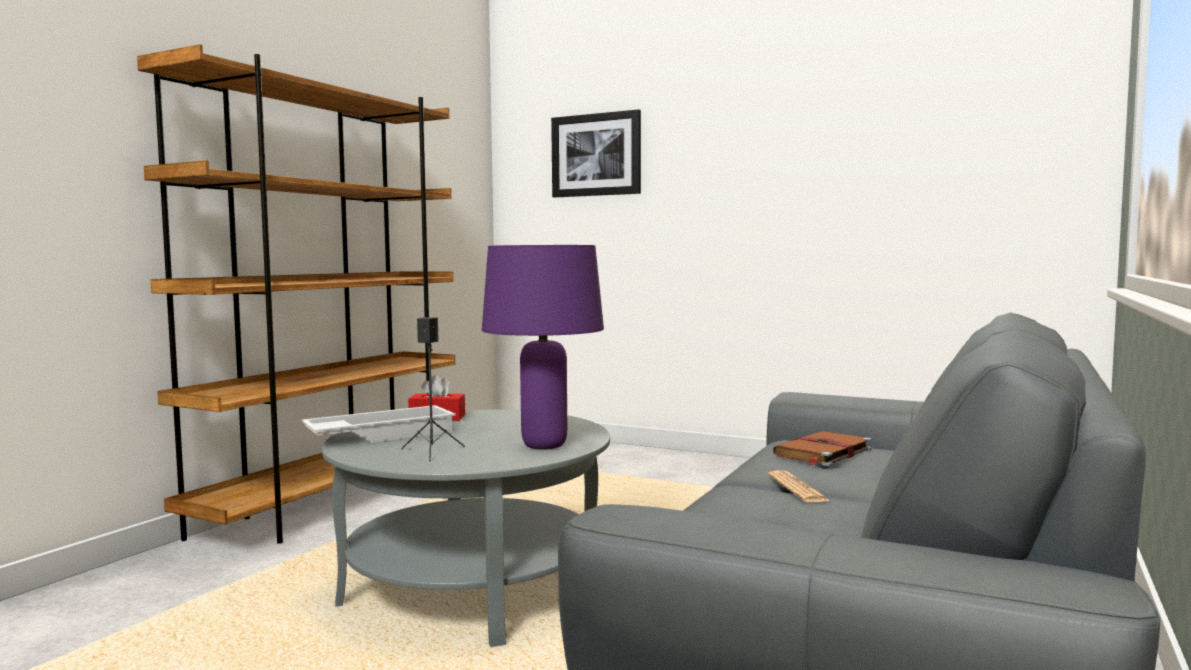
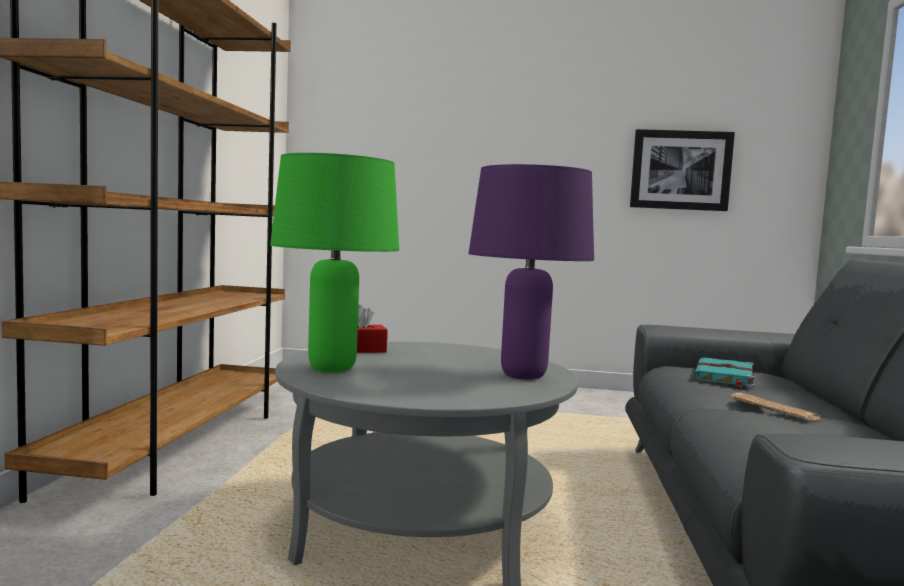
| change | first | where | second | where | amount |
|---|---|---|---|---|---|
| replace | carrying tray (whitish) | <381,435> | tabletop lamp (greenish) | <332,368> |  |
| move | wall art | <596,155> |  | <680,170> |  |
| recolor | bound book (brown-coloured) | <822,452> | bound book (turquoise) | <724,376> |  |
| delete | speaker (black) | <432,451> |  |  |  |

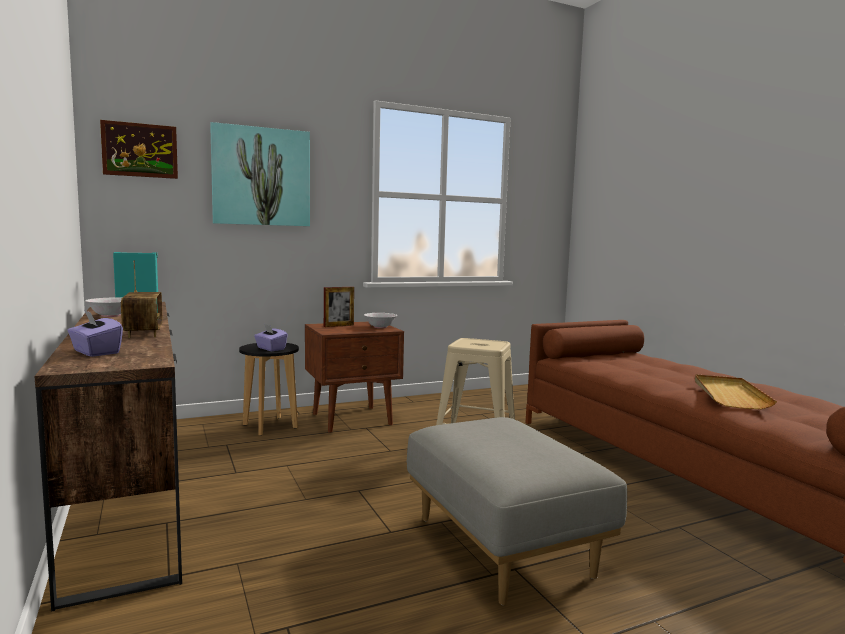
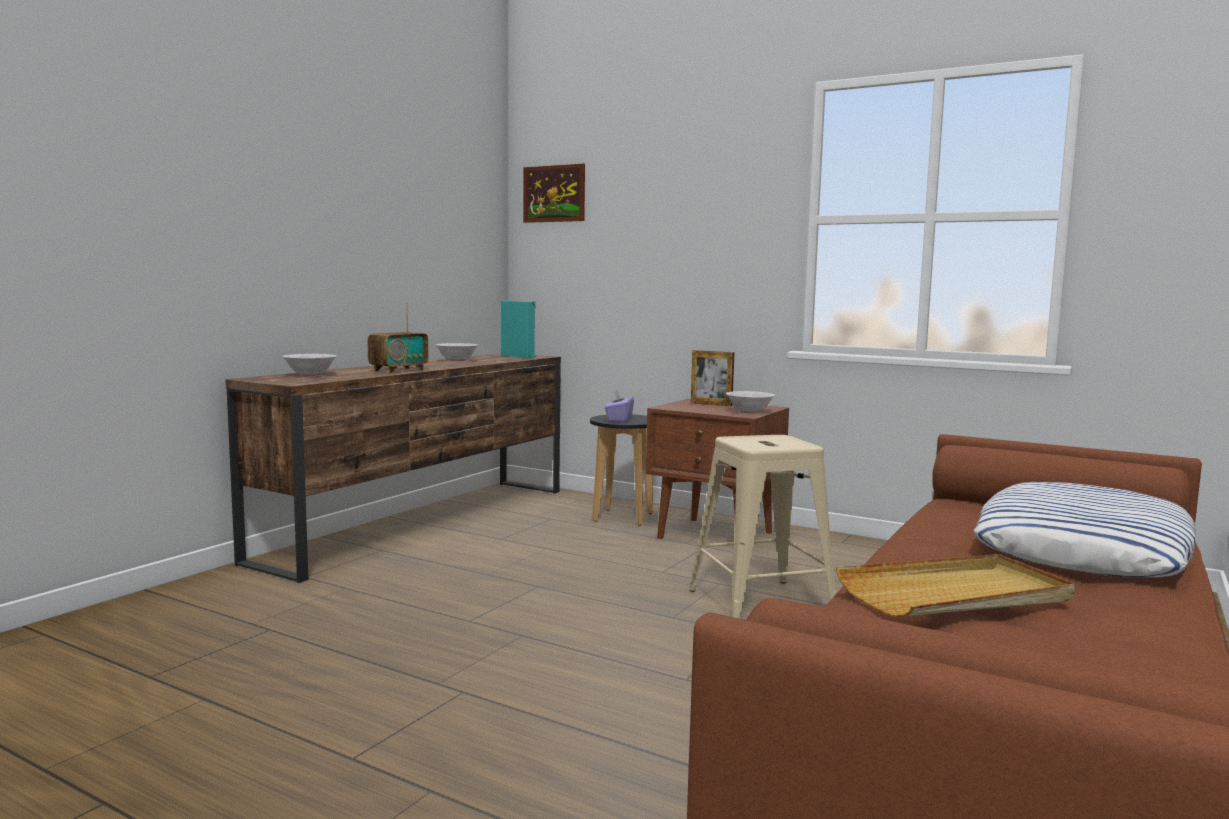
| change | first | where | second | where | amount |
|---|---|---|---|---|---|
| replace | tissue holder (purple) | <95,352> | bowl (whitish) | <310,375> |  |
| insert |  |  | throw pillow | <1083,547> |  |
| delete | wall art | <261,177> |  |  |  |
| delete | ottoman (grey) | <504,546> |  |  |  |

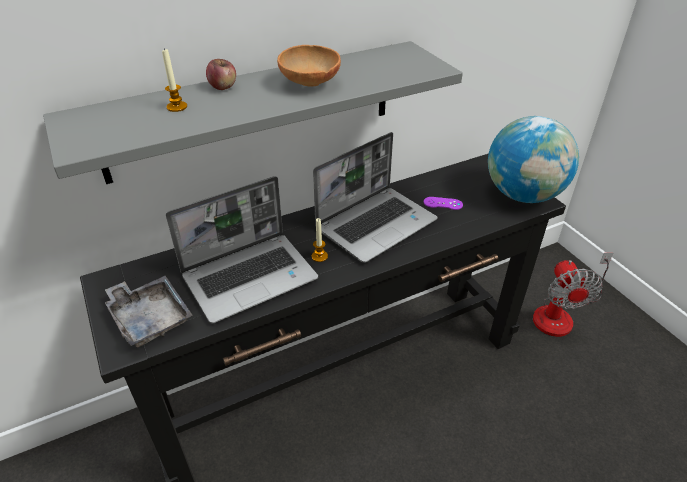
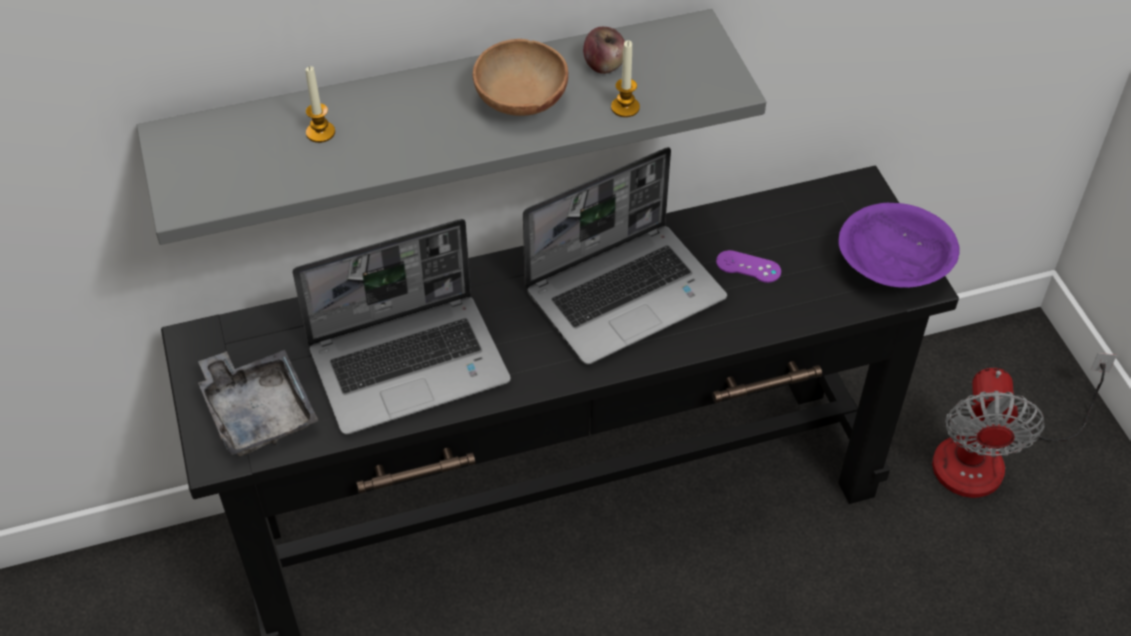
| change | first | where | second | where | amount |
|---|---|---|---|---|---|
| move | whole apple | <223,87> |  | <604,65> |  |
| move | candle | <319,256> |  | <625,107> |  |
| replace | desk globe | <523,195> | bowl (purple) | <893,267> |  |

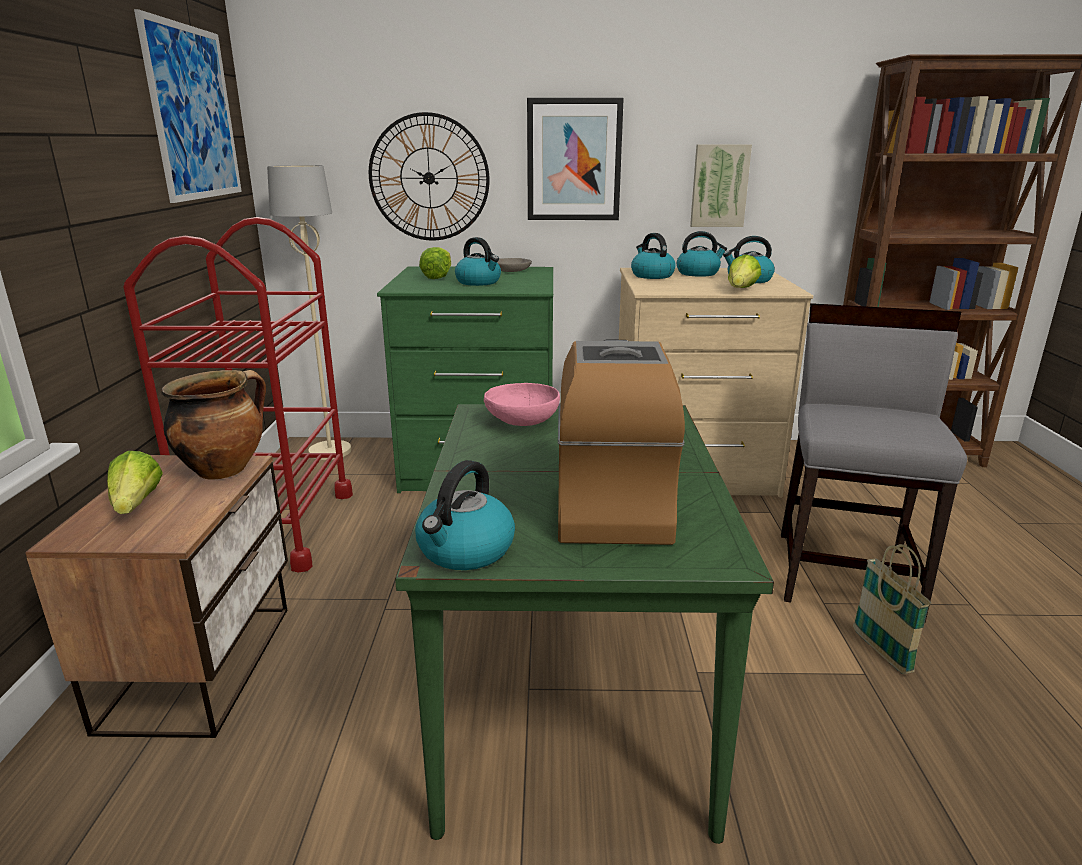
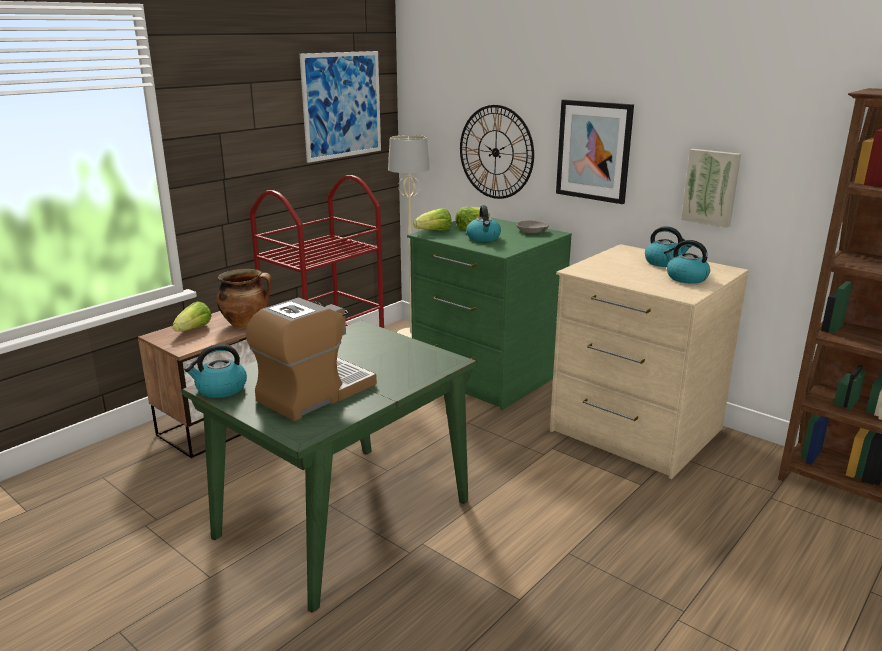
| change | first | where | second | where | amount |
|---|---|---|---|---|---|
| move | lettuce head | <741,290> |  | <434,231> |  |
| delete | bowl (pinkish) | <522,423> |  |  |  |
| delete | kettle | <651,275> |  |  |  |
| delete | upright chair (grey) | <847,573> |  |  |  |
| delete | household basket | <881,651> |  |  |  |

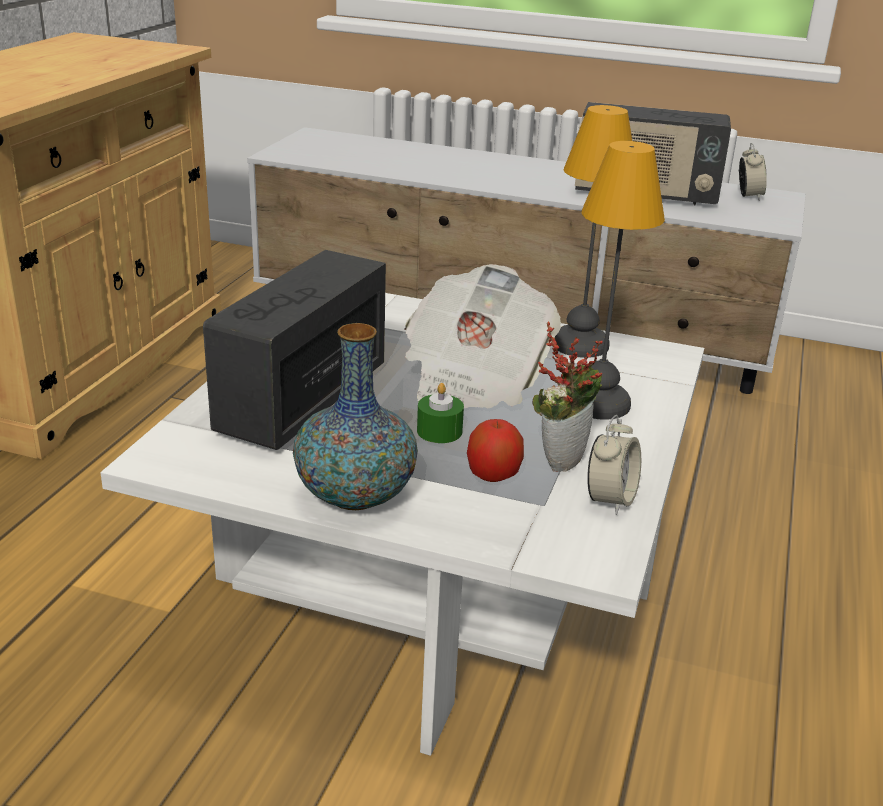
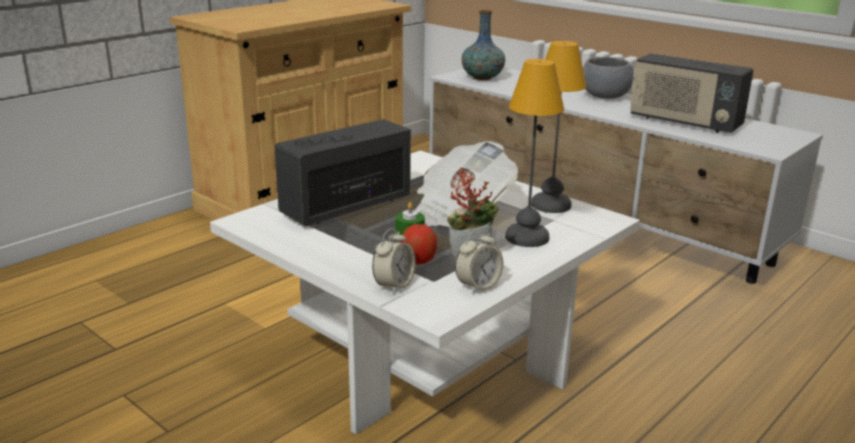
| change | first | where | second | where | amount |
|---|---|---|---|---|---|
| move | bedside clock | <748,196> |  | <394,285> |  |
| move | vase | <355,495> |  | <482,78> |  |
| insert |  |  | bowl (grey) | <605,96> |  |

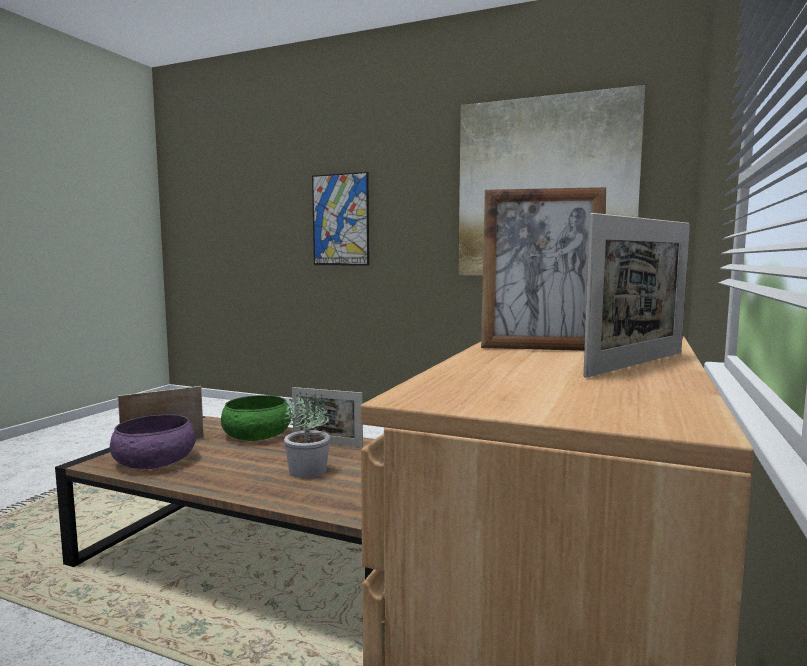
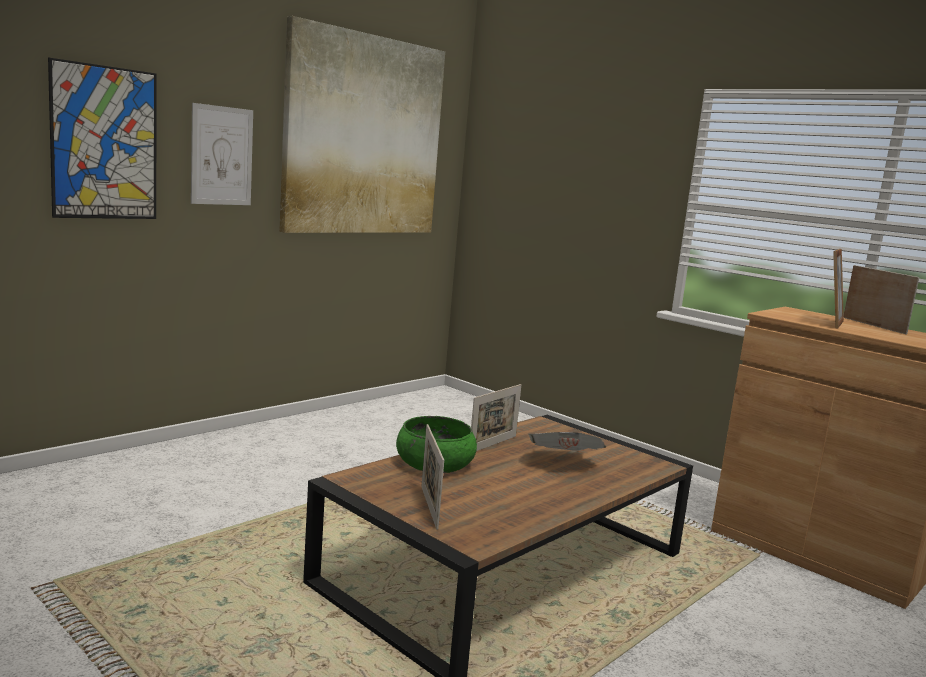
| change | first | where | second | where | amount |
|---|---|---|---|---|---|
| insert |  |  | wall art | <222,156> |  |
| replace | houseplant | <308,470> | newspaper | <564,462> |  |
| delete | bowl (purple) | <155,460> |  |  |  |

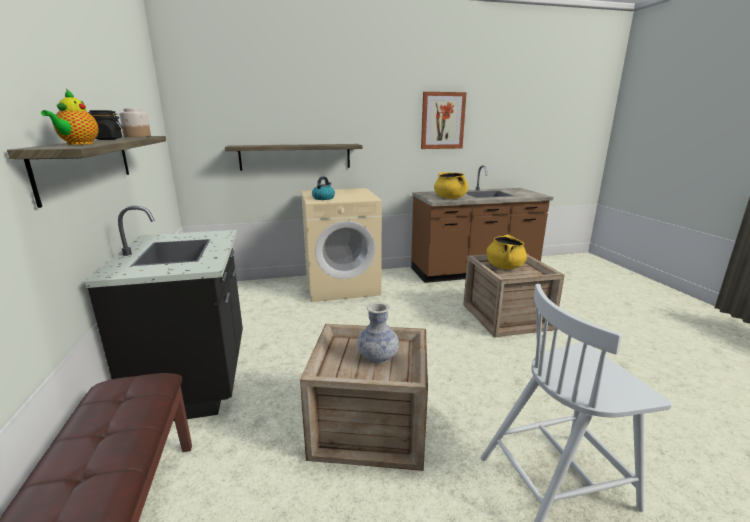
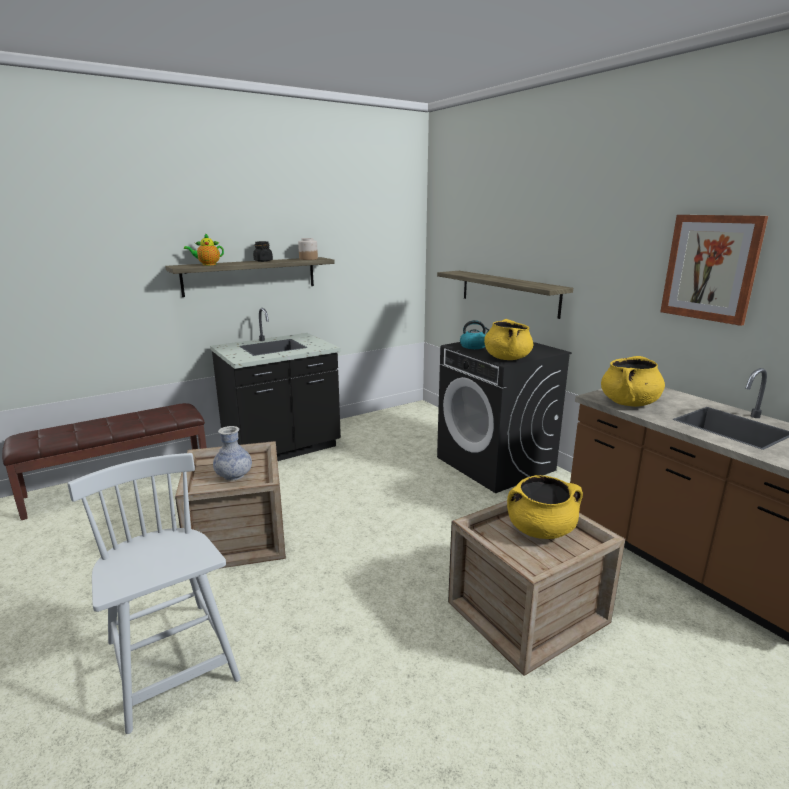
| change | first | where | second | where | amount |
|---|---|---|---|---|---|
| recolor | washing machine (beige) | <342,285> | washing machine (black) | <496,464> |  |
| insert |  |  | saucepot (yellowish) | <507,358> |  |

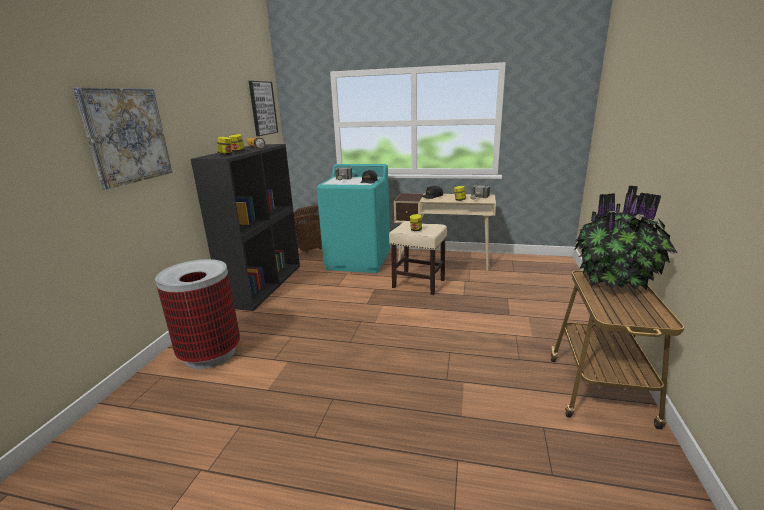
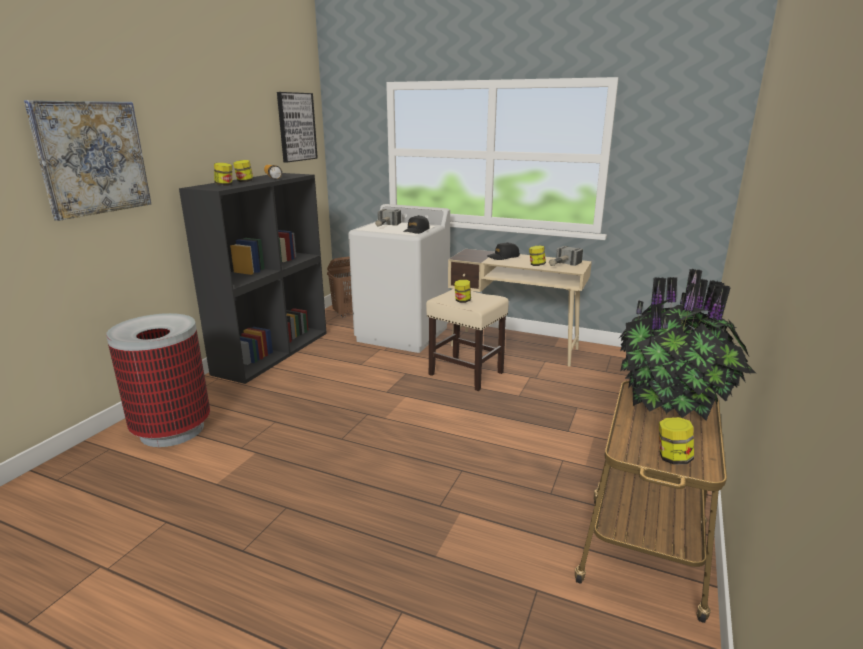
| change | first | where | second | where | amount |
|---|---|---|---|---|---|
| recolor | washing machine (turquoise) | <359,261> | washing machine (whitish) | <403,334> |  |
| insert |  |  | jar | <672,458> |  |

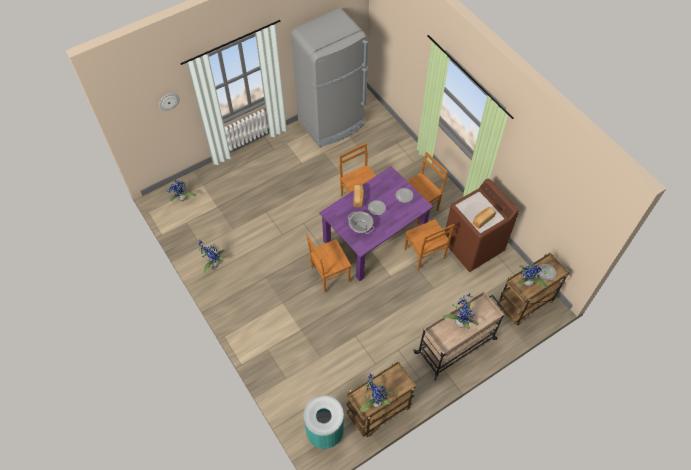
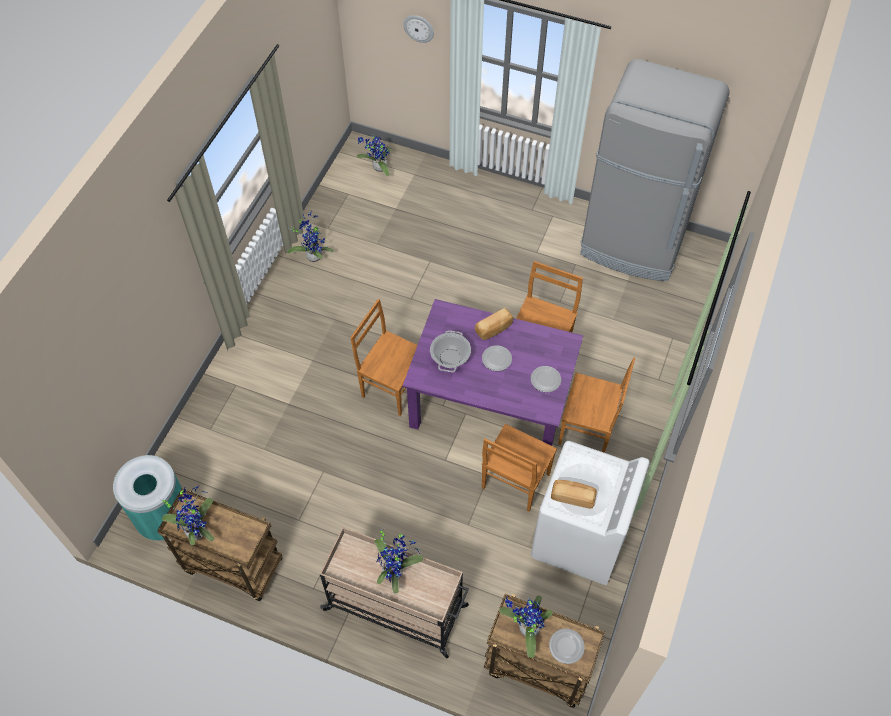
| change | first | where | second | where | amount |
|---|---|---|---|---|---|
| recolor | washing machine (brown-coloured) | <473,247> | washing machine (whitish) | <579,539> |  |

